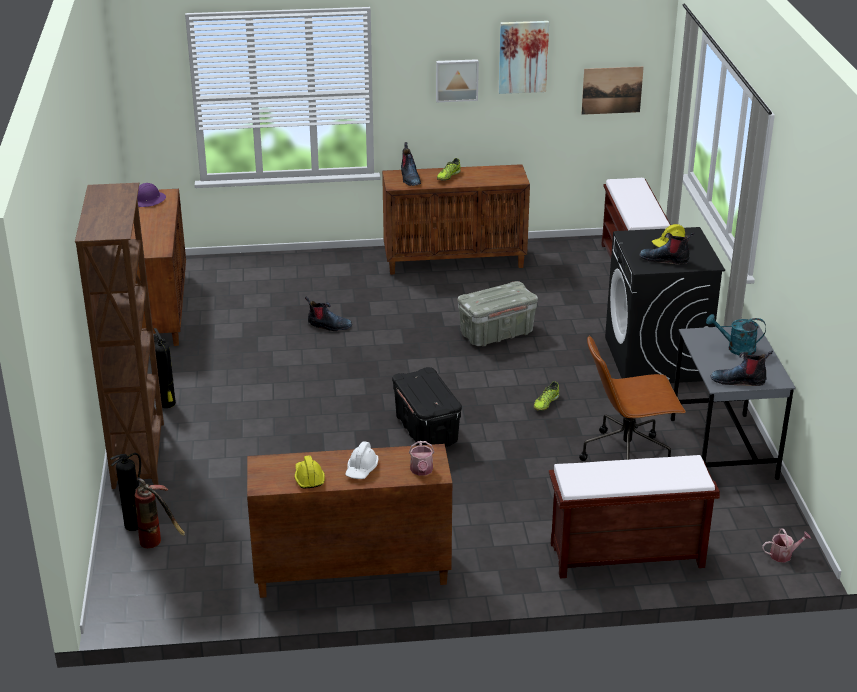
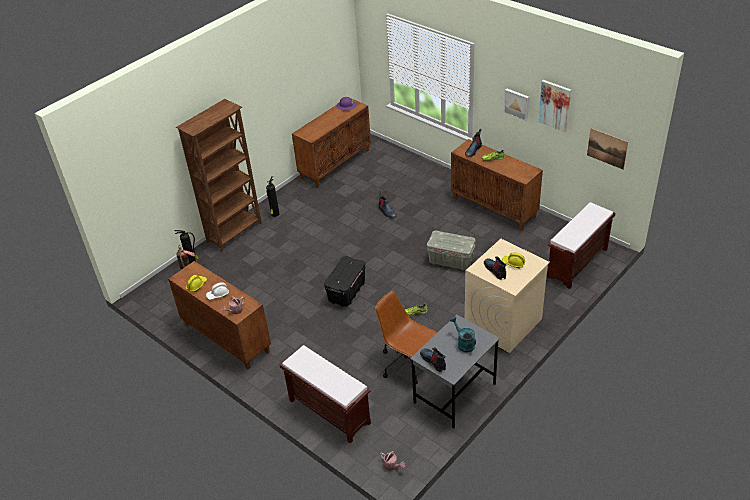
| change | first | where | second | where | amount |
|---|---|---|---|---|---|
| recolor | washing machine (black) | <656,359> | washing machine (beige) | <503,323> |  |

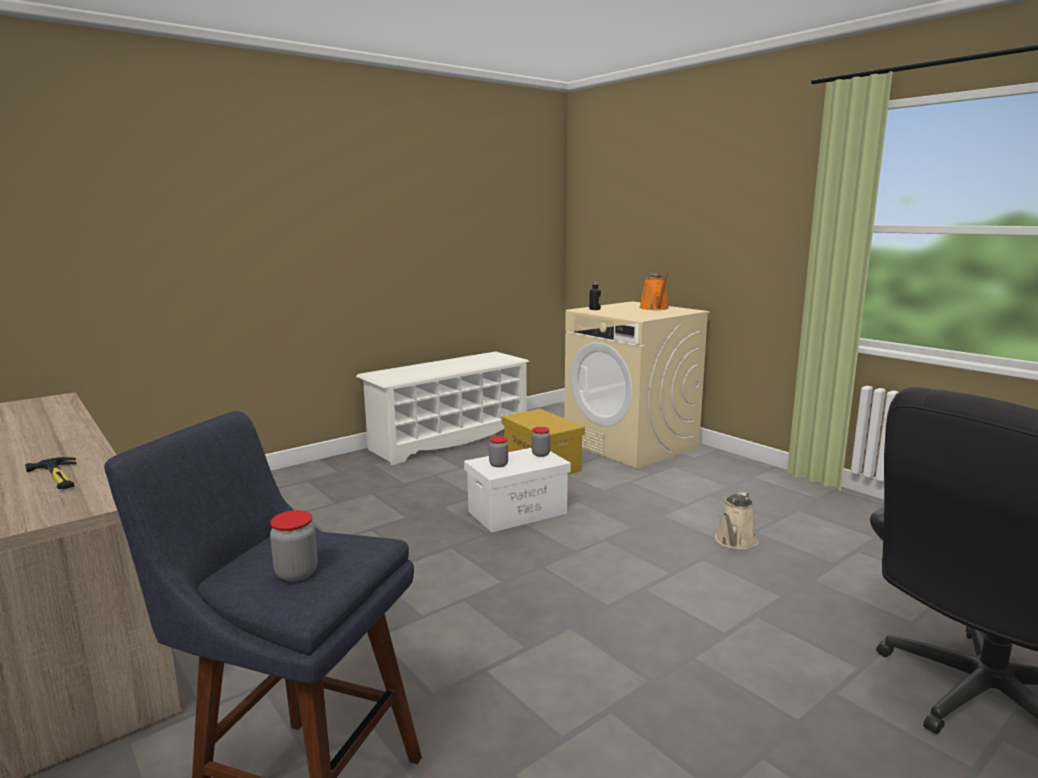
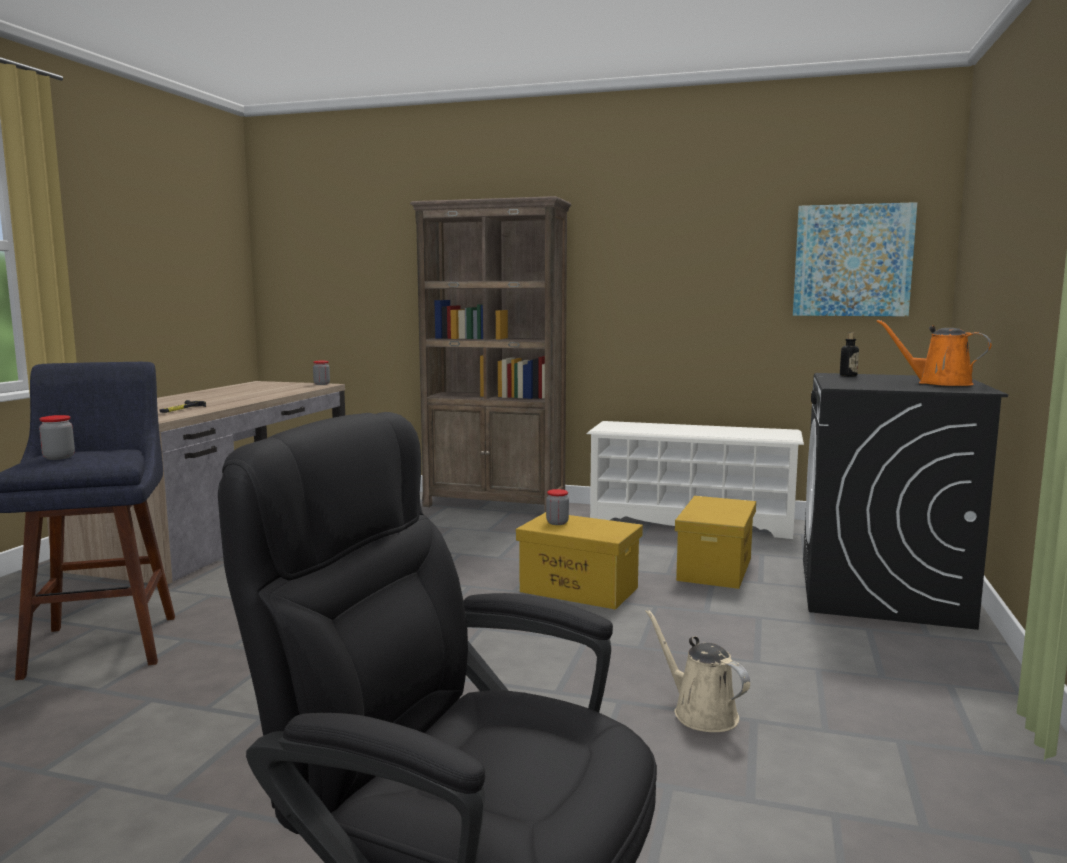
| change | first | where | second | where | amount |
|---|---|---|---|---|---|
| move | jar | <540,454> |  | <321,384> |  |
| insert |  |  | bookshelf (brown-coloured) | <495,505> |  |
| recolor | storage bin (whitish) | <518,512> | storage bin (yellowish) | <580,589> |  |
| rotate | watering can (beige) | <735,542> |  | <700,712> | 60 degrees clockwise |
| insert |  |  | wall art | <852,260> |  |
| recolor | washing machine (beige) | <631,444> | washing machine (black) | <881,592> |  |
| rotate | watering can (orange-coloured) | <655,308> |  | <938,383> | 75 degrees clockwise |

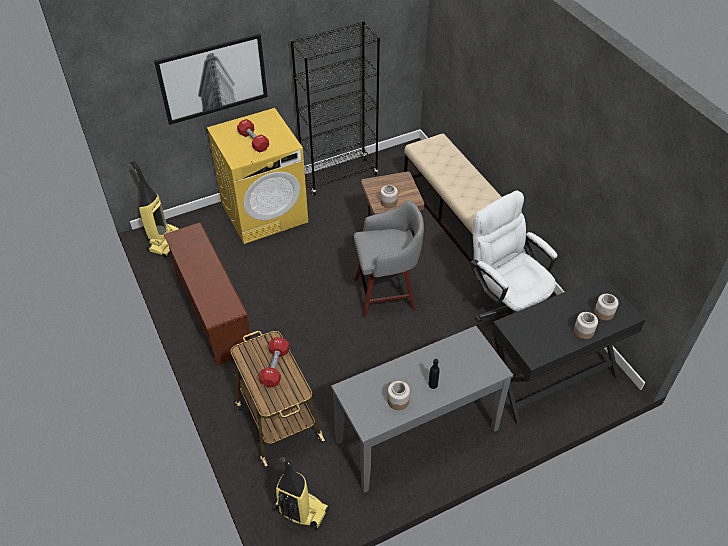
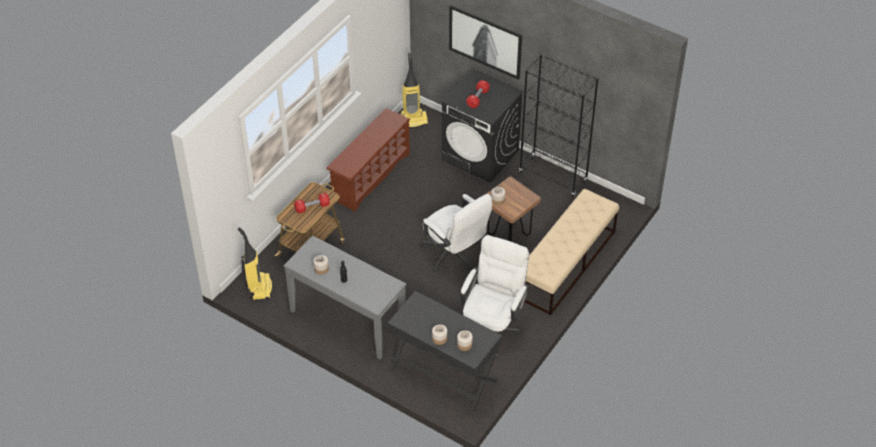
| change | first | where | second | where | amount |
|---|---|---|---|---|---|
| replace | stool seat (grey) | <386,294> | desk chair (whitish) | <454,255> |  |
| recolor | washing machine (yellowish) | <265,212> | washing machine (black) | <480,155> |  |

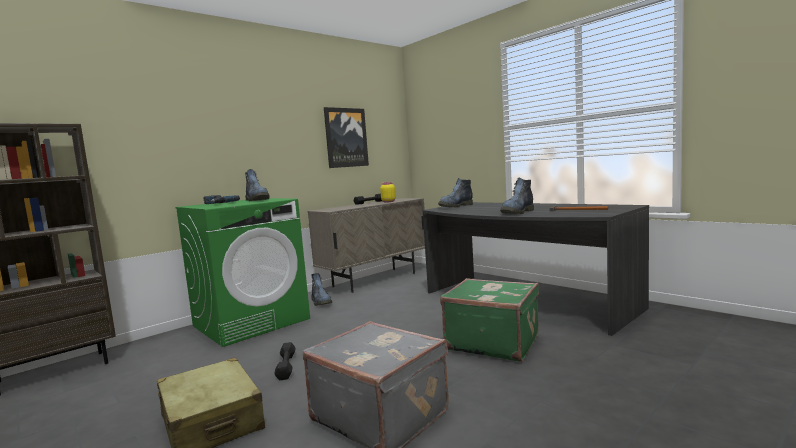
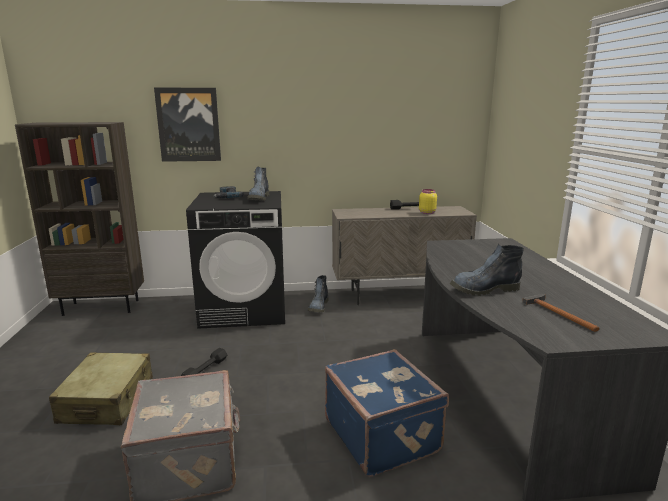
| change | first | where | second | where | amount |
|---|---|---|---|---|---|
| move | wall art | <346,137> |  | <188,125> |  |
| recolor | washing machine (greenish) | <251,322> | washing machine (black) | <245,309> |  |
| recolor | suitcase (greenish) | <492,342> | suitcase (bluish) | <383,434> |  |
| delete | high-top boot | <455,206> |  |  |  |

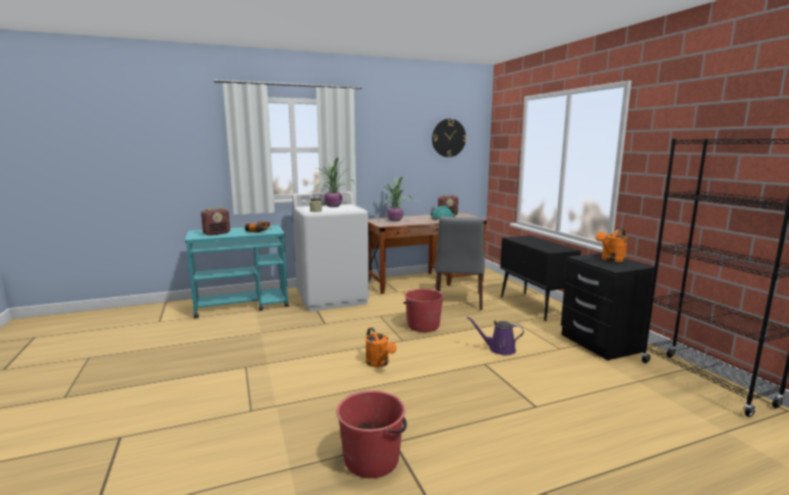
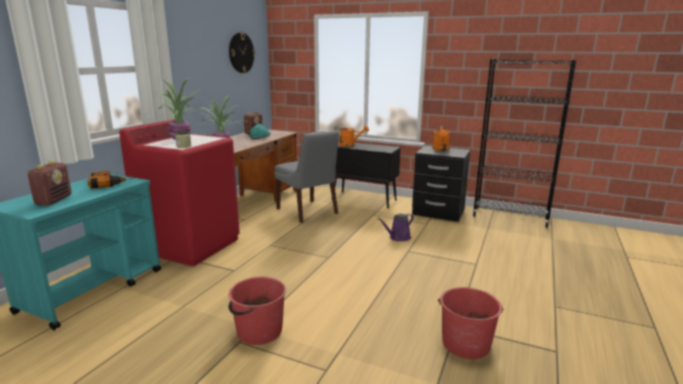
| change | first | where | second | where | amount |
|---|---|---|---|---|---|
| recolor | washing machine (whitish) | <332,298> | washing machine (red-coloured) | <191,245> |  |
| move | water bucket (red-coloured) | <423,326> |  | <258,331> |  |
| move | watering can (orange-coloured) | <379,363> |  | <350,145> |  |

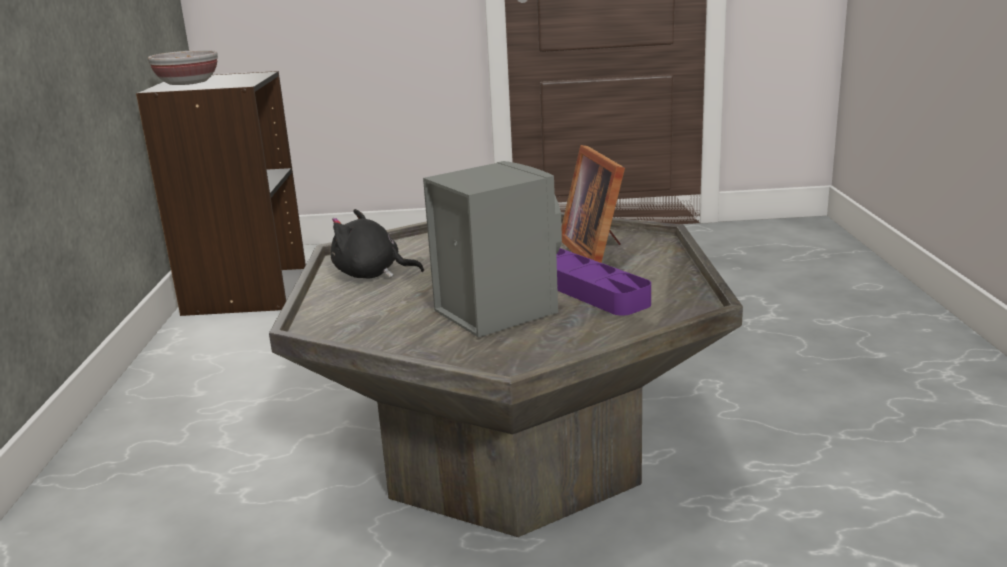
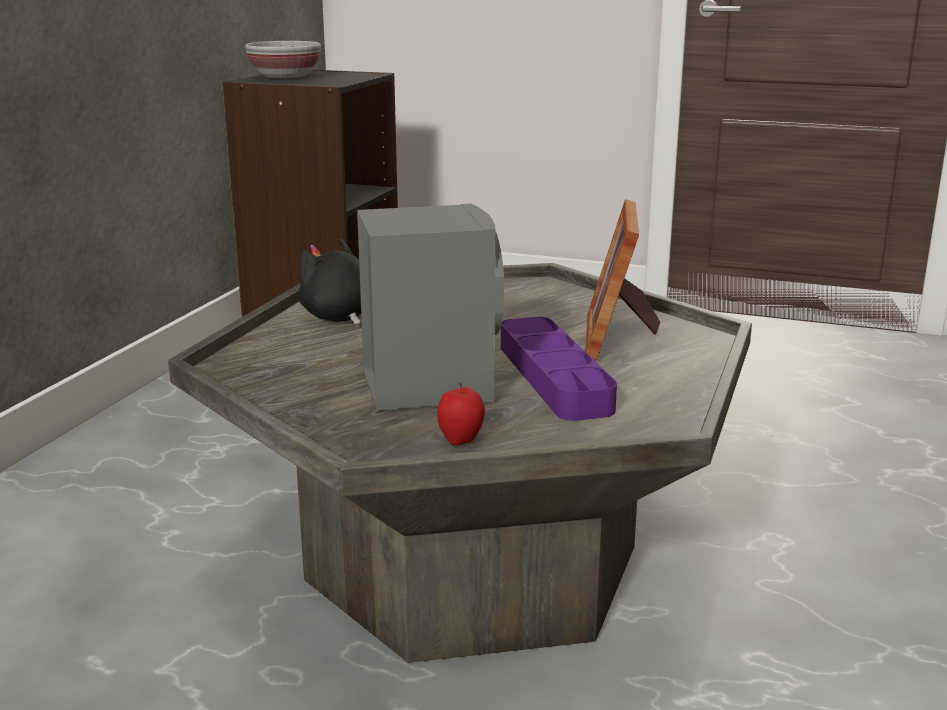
| change | first | where | second | where | amount |
|---|---|---|---|---|---|
| insert |  |  | whole apple | <461,441> |  |

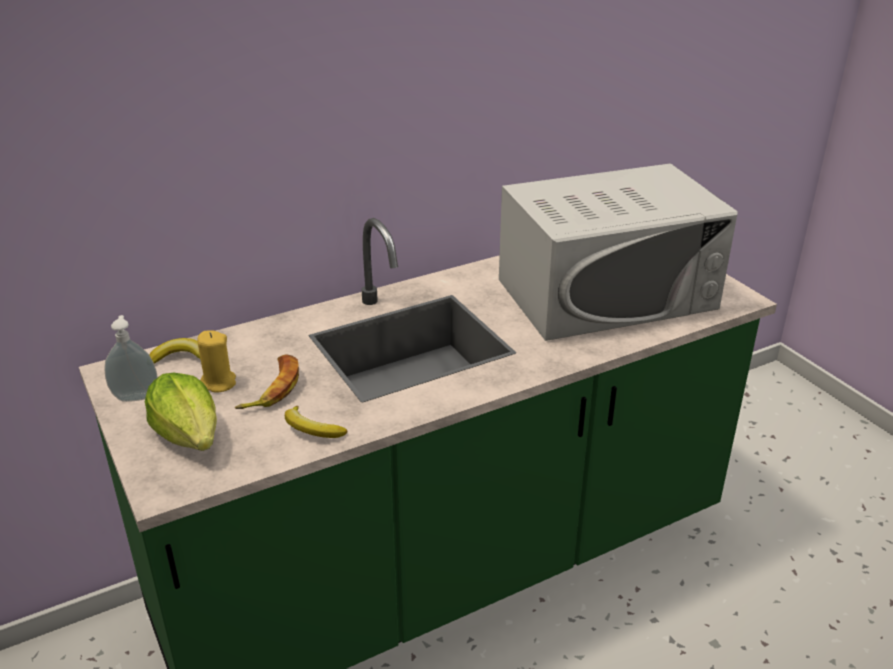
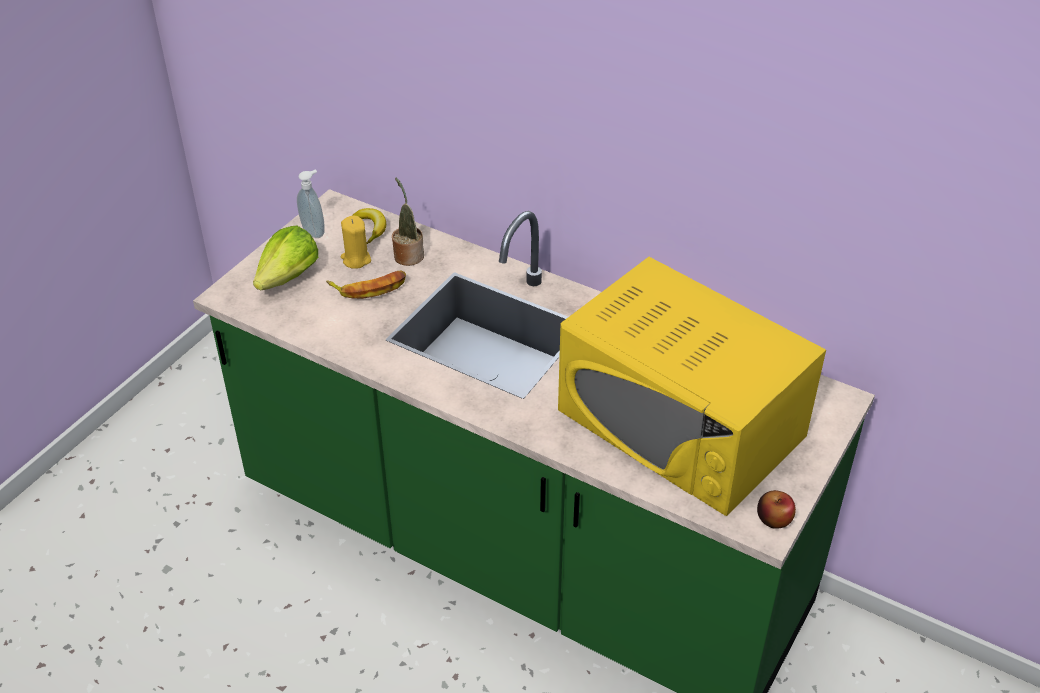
| change | first | where | second | where | amount |
|---|---|---|---|---|---|
| insert |  |  | houseplant | <408,255> |  |
| recolor | microwave (whitish) | <607,294> | microwave (yellowish) | <681,423> |  |
| insert |  |  | whole apple | <774,518> |  |
| delete | whole banana | <311,429> |  |  |  |

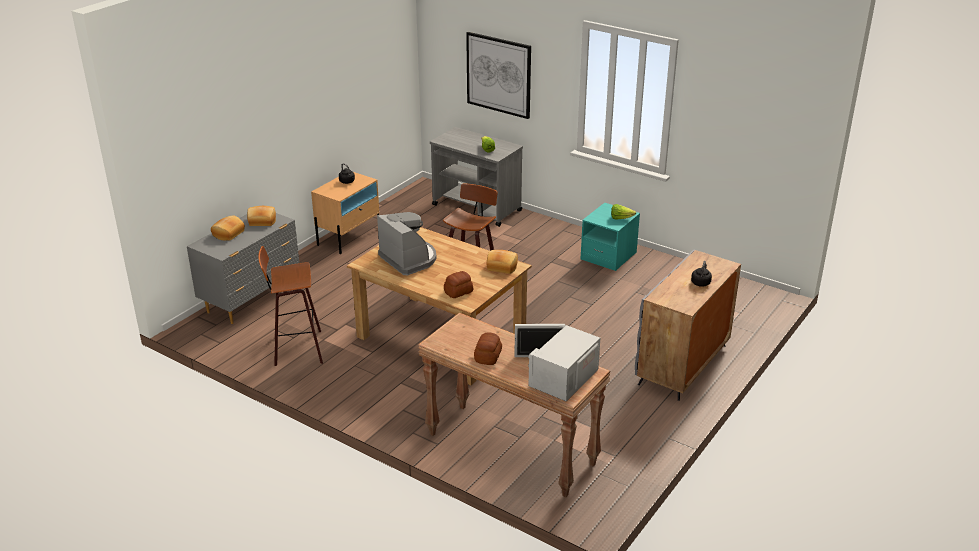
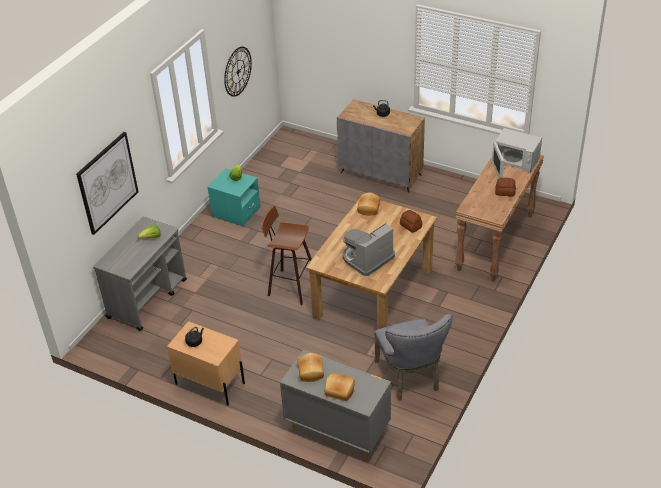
| change | first | where | second | where | amount |
|---|---|---|---|---|---|
| insert |  |  | hanging clock | <238,71> |  |
| replace | stool seat | <296,349> | upright chair (grey) | <410,378> |  |

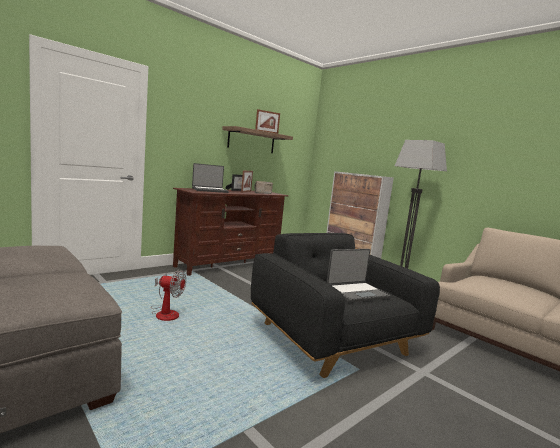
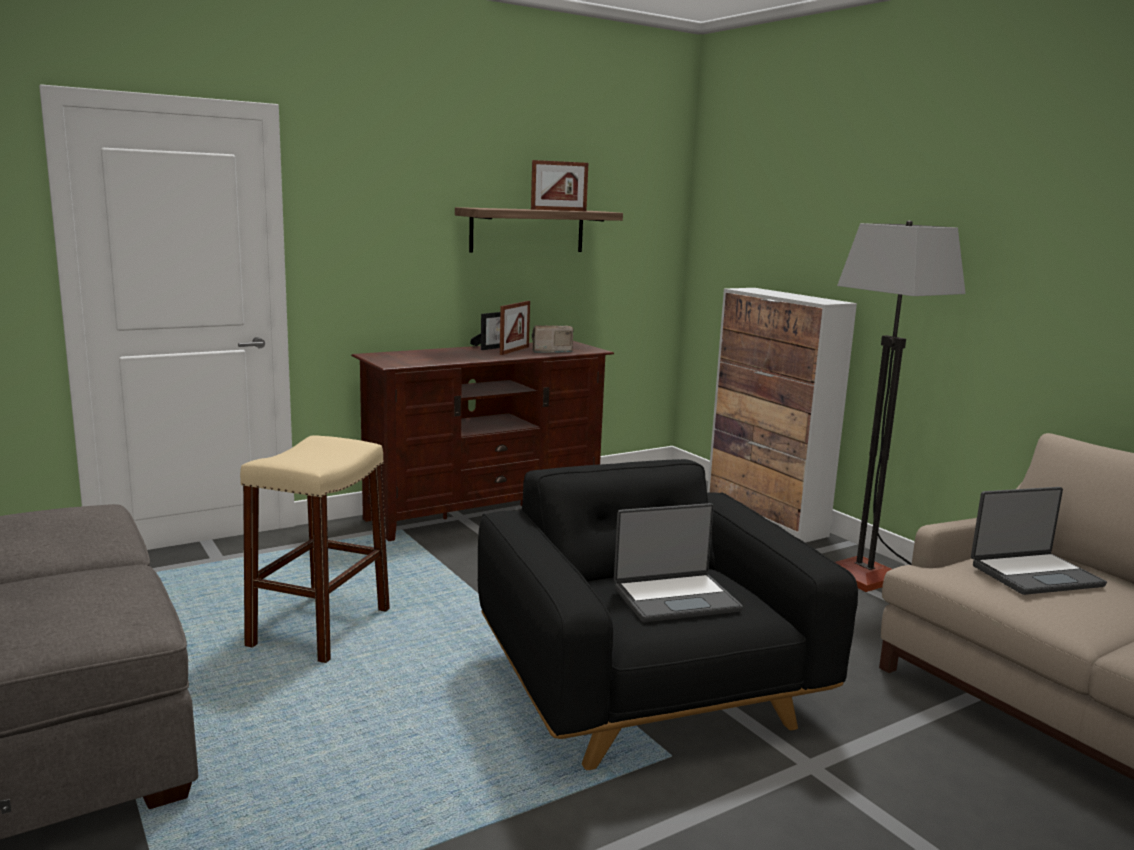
| change | first | where | second | where | amount |
|---|---|---|---|---|---|
| replace | fan | <165,313> | stool seat (beige) | <320,627> |  |
| move | portable computer | <209,190> |  | <1034,574> |  |

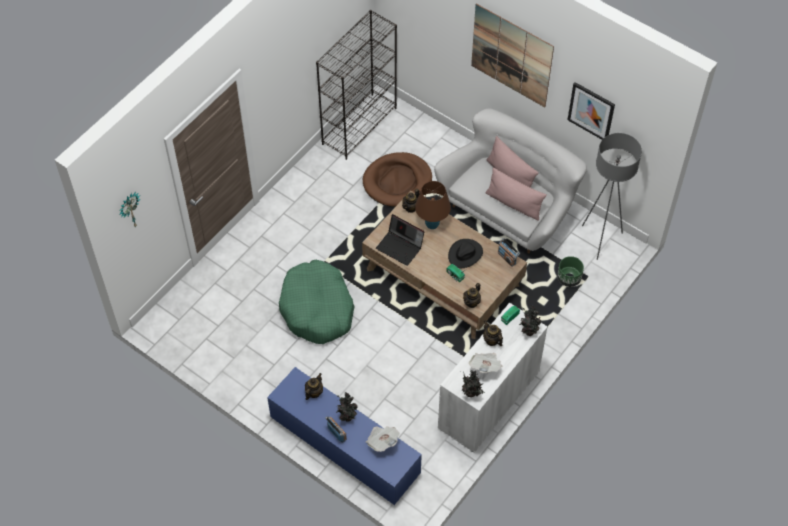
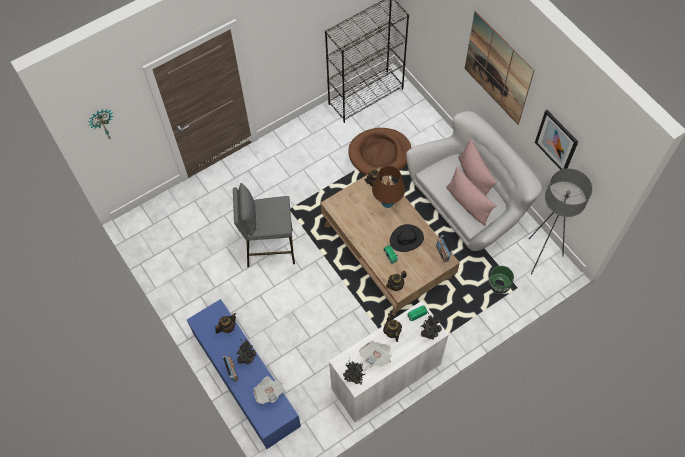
| change | first | where | second | where | amount |
|---|---|---|---|---|---|
| replace | dog bed (greenish) | <317,309> | stool seat (grey) | <269,248> |  |
| delete | portable computer | <400,247> |  |  |  |

